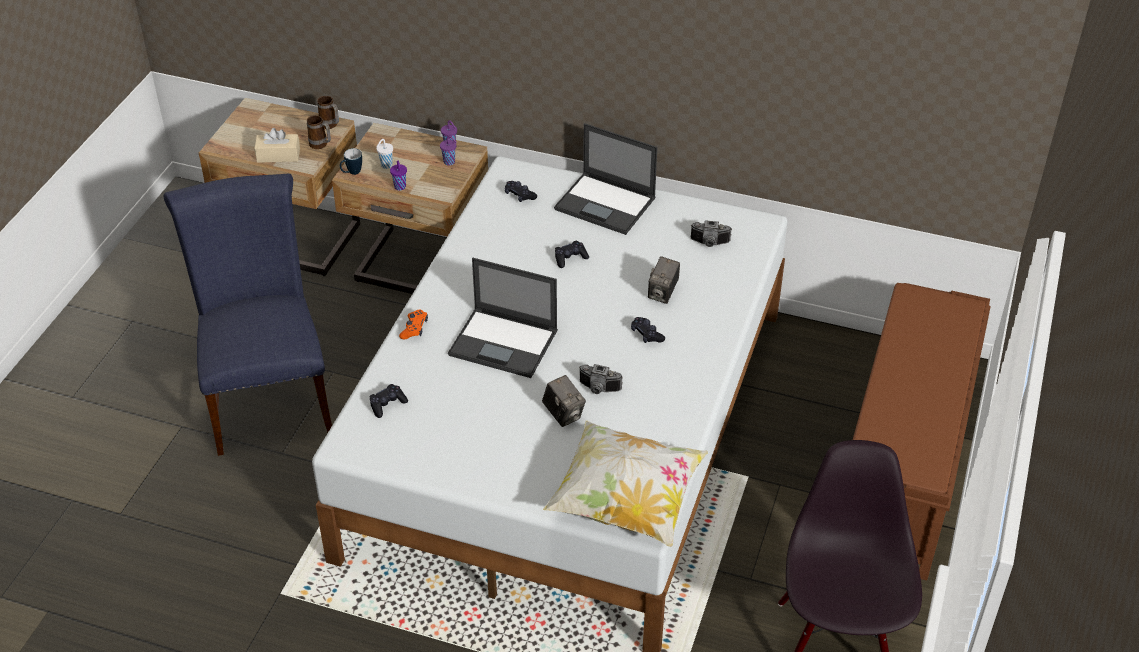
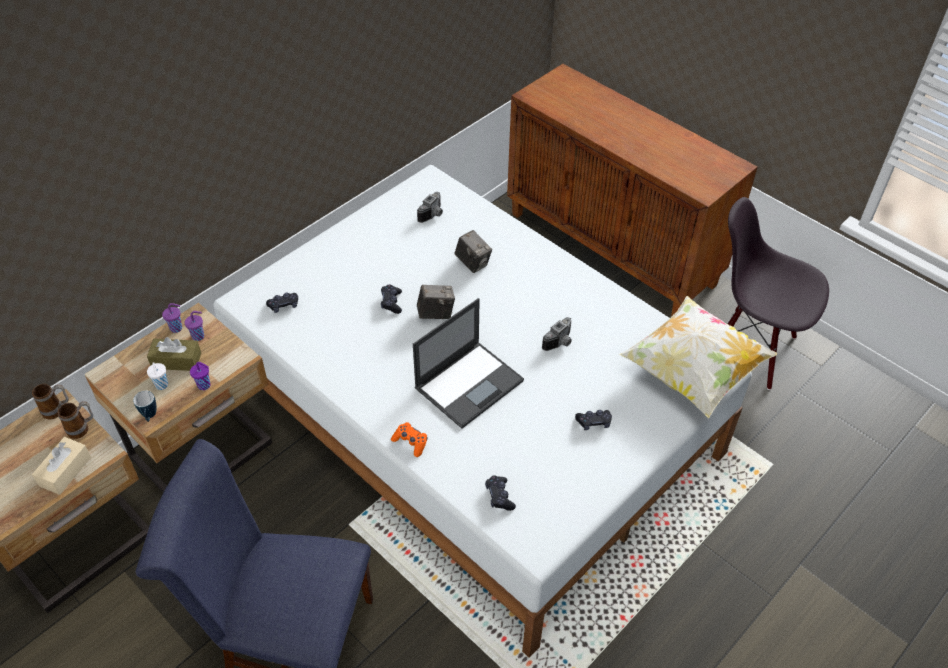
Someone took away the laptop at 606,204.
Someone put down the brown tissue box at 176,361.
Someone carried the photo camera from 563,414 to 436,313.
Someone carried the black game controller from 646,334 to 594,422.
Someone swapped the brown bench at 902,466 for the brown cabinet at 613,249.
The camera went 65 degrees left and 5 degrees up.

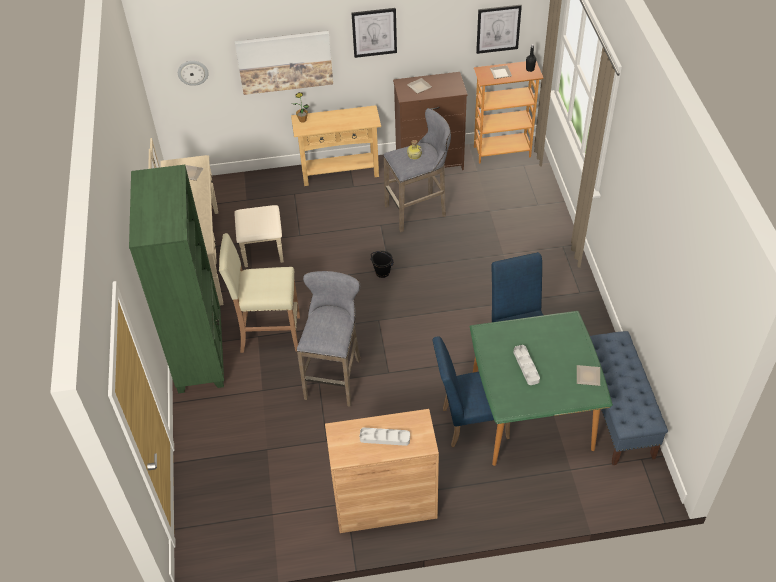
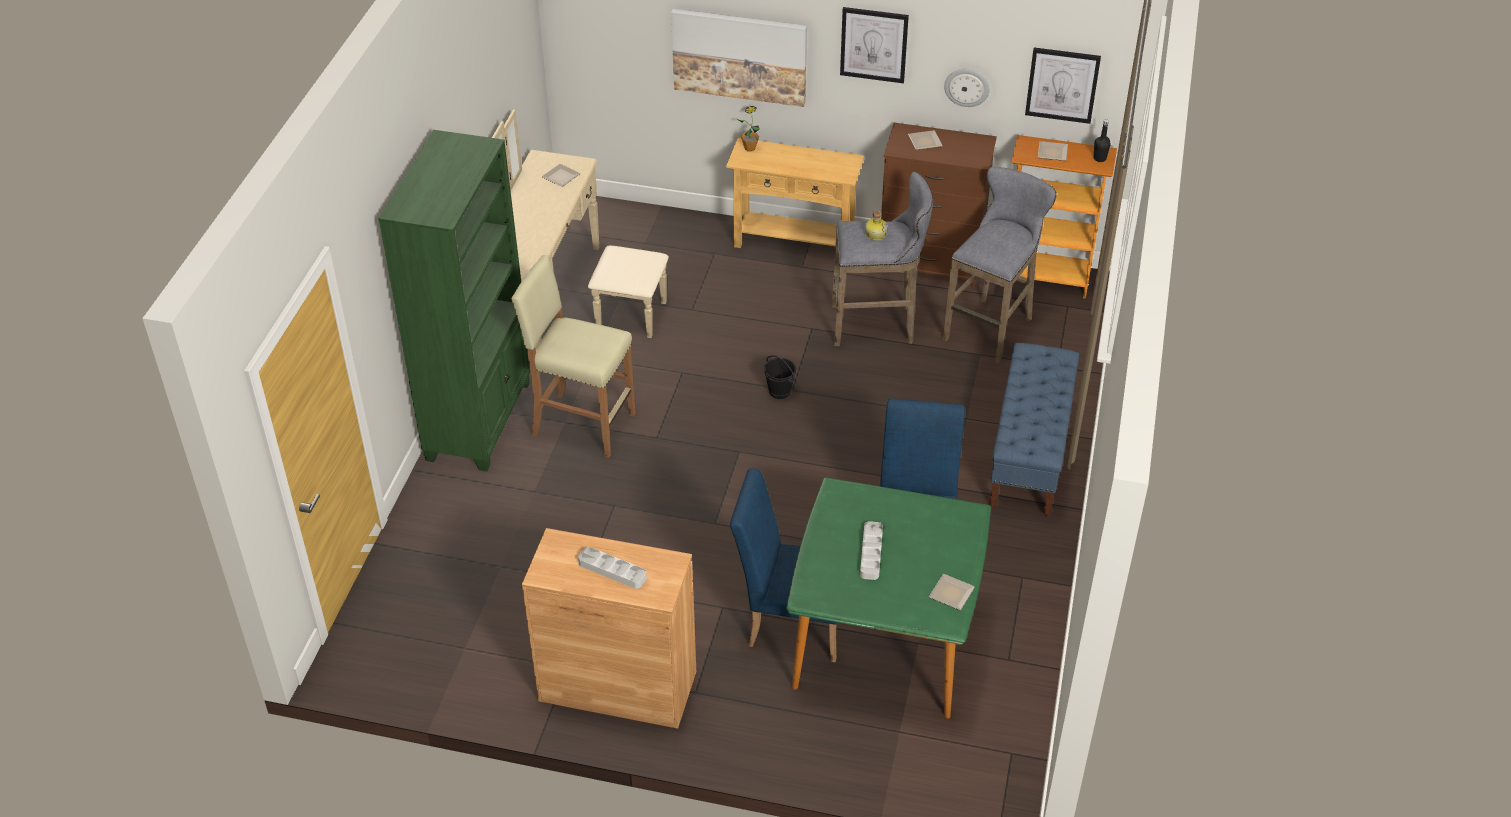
Someone carried the wall clock from 193,72 to 967,87.
Someone carried the grey stool from 334,376 to 991,327.
Someone carried the blue bench from 616,412 to 1029,455.
The camera went 20 degrees right and 5 degrees down.

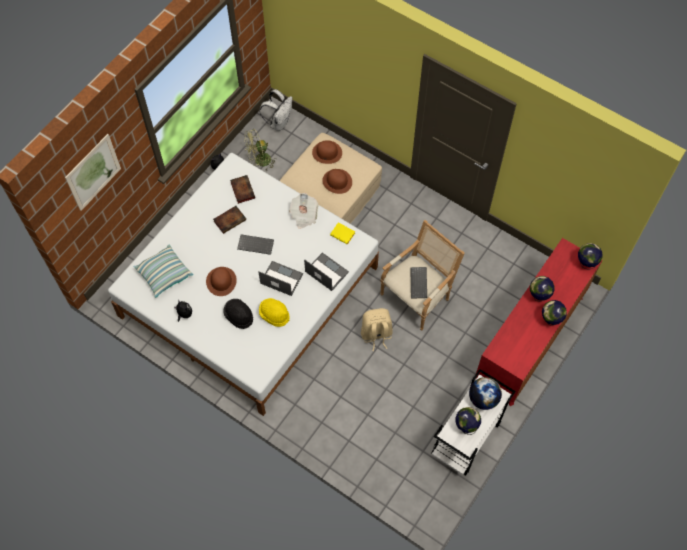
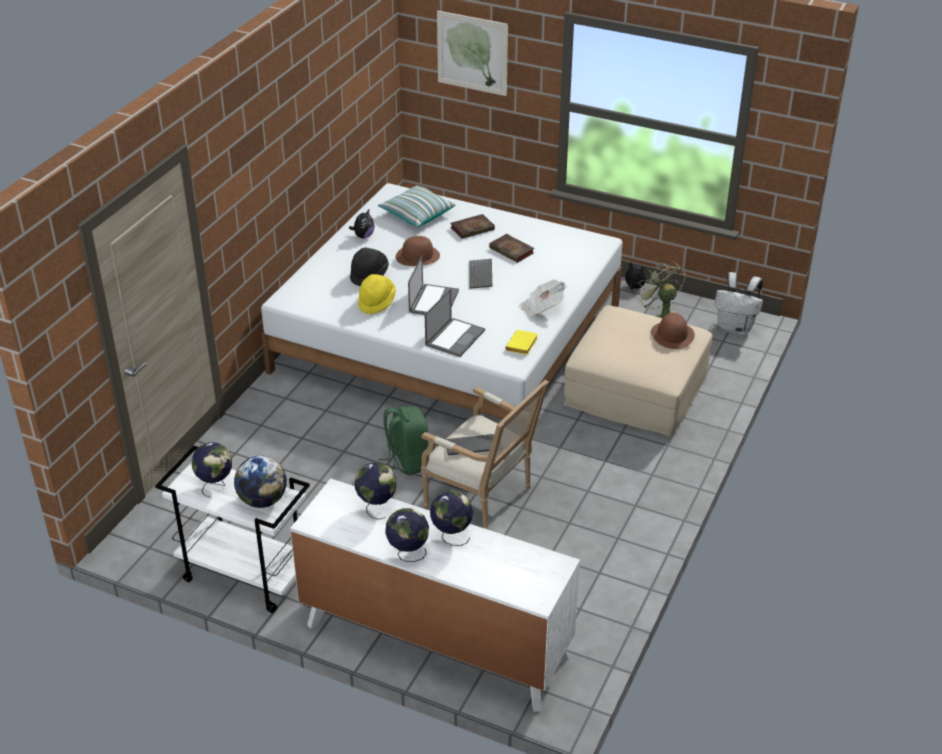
Someone took away the brown hat at 337,181.
Someone carried the book from 242,189 to 473,228.
Someone carried the globe from 586,263 to 377,507.
Someone repainted the beige backpack at 376,335, which became the green backpack at 406,461.
Someone repainted the red dresser at 529,339, which became the white dresser at 434,641.
The camera went 80 degrees right and 25 degrees down.

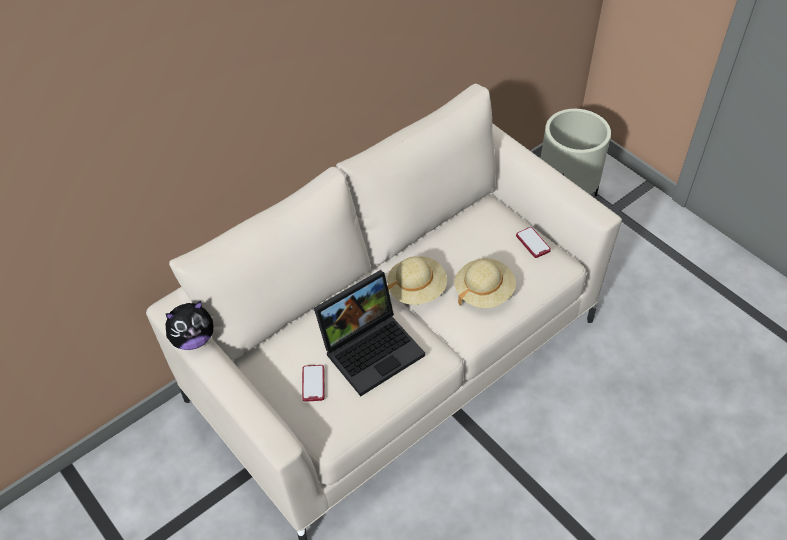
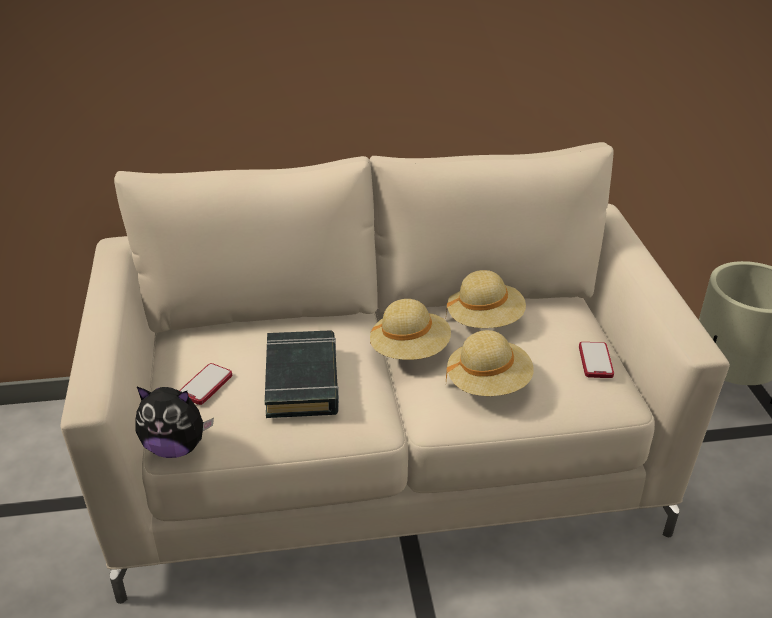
Someone put down the beige hat at 484,320.
Someone carried the plush toy from 193,339 to 175,447.
Someone swapped the laptop at 372,348 for the black book at 302,380.
The camera went 30 degrees right and 15 degrees down.

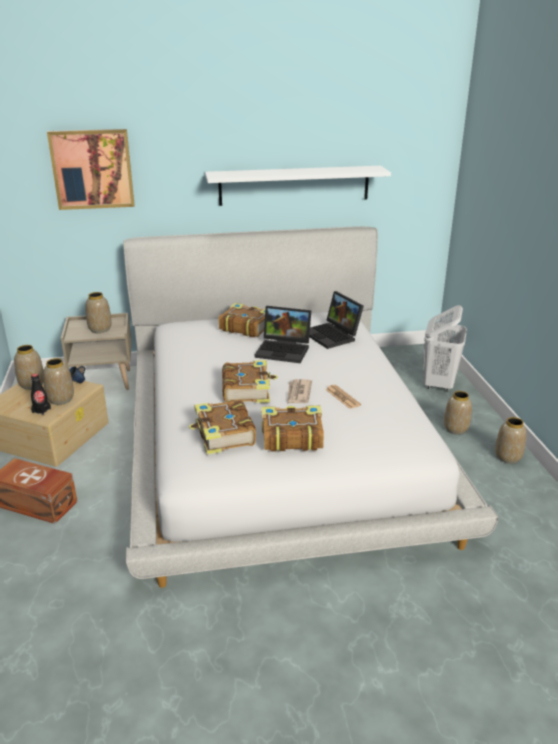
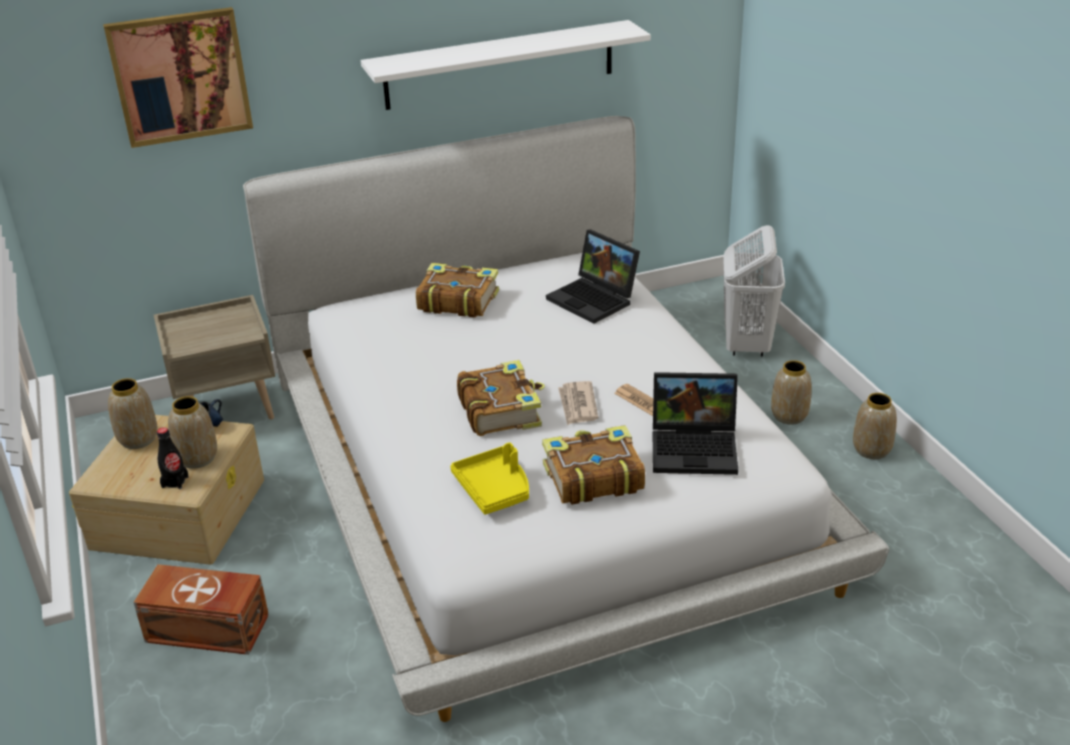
Someone took away the vase at 100,329.
Someone carried the laptop from 284,350 to 696,448.
Someone swapped the book at 223,435 for the yellow tray at 494,489.
The camera went 10 degrees left and 5 degrees up.

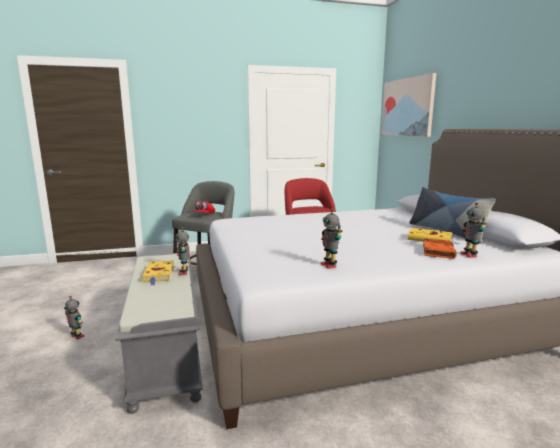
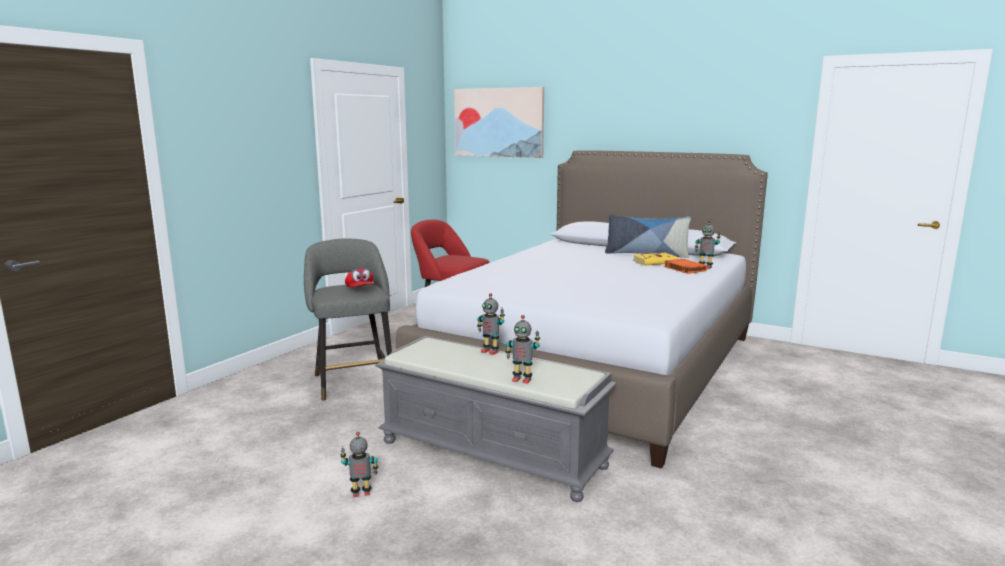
Someone took away the yellow book at 159,275.
Someone carried the toy robot from 329,265 to 522,379.
The camera went 45 degrees left and 0 degrees up.

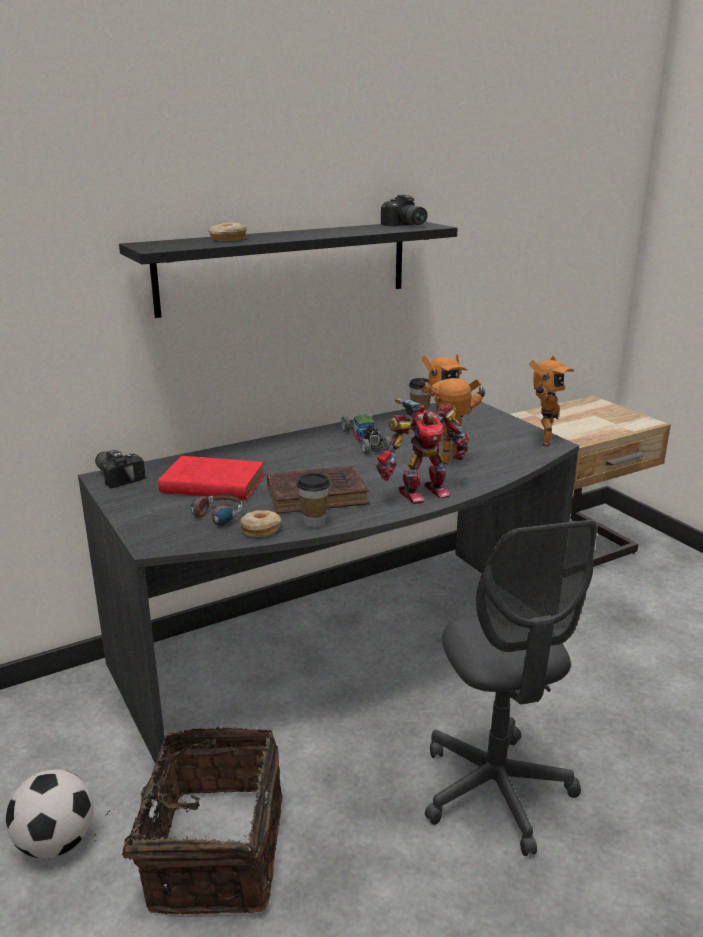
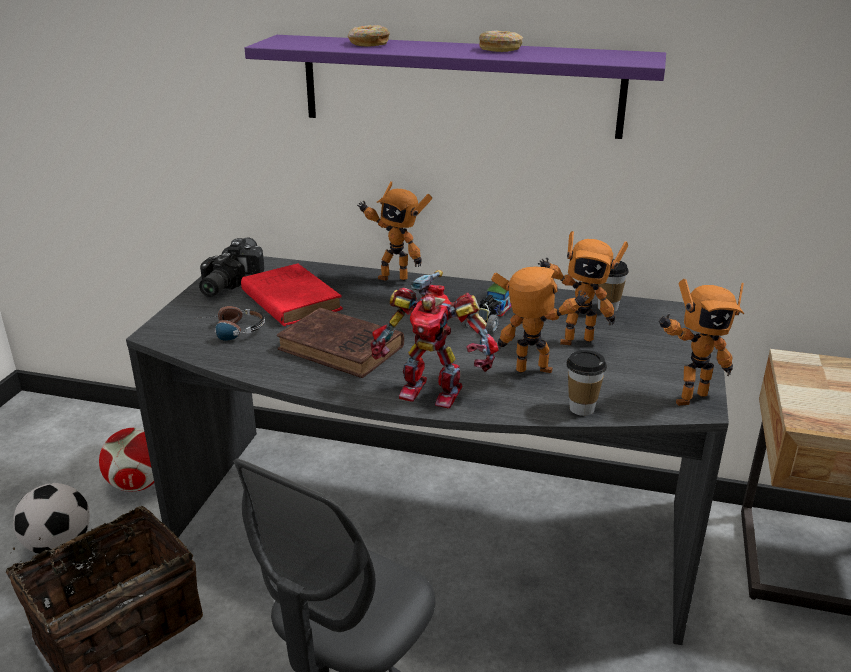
Someone put down the football at 138,484.
Someone put down the toy robot at 393,277.
Someone carried the donut from 260,529 to 500,49.
Someone carried the cup from 314,522 to 581,408.
Someone carried the photo camera from 404,225 to 216,289.
Someone repainted the black shelf at 285,267, which became the purple shelf at 460,86.
The camera went 45 degrees right and 5 degrees up.

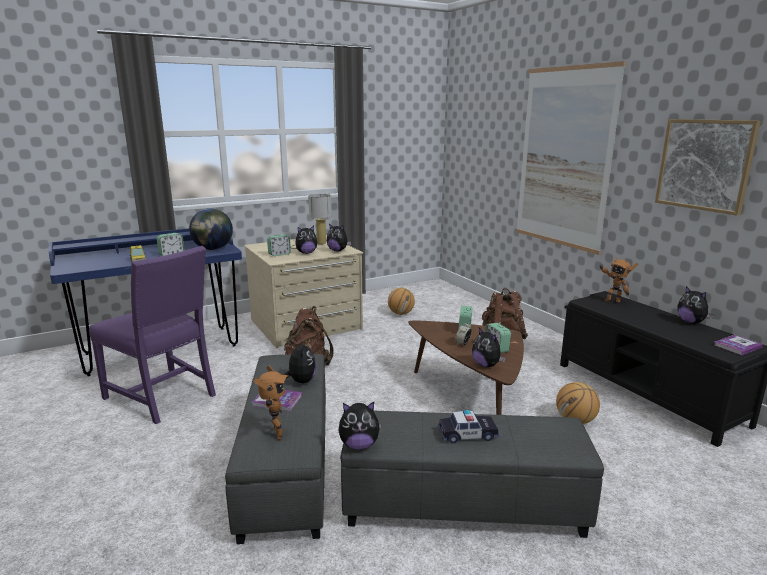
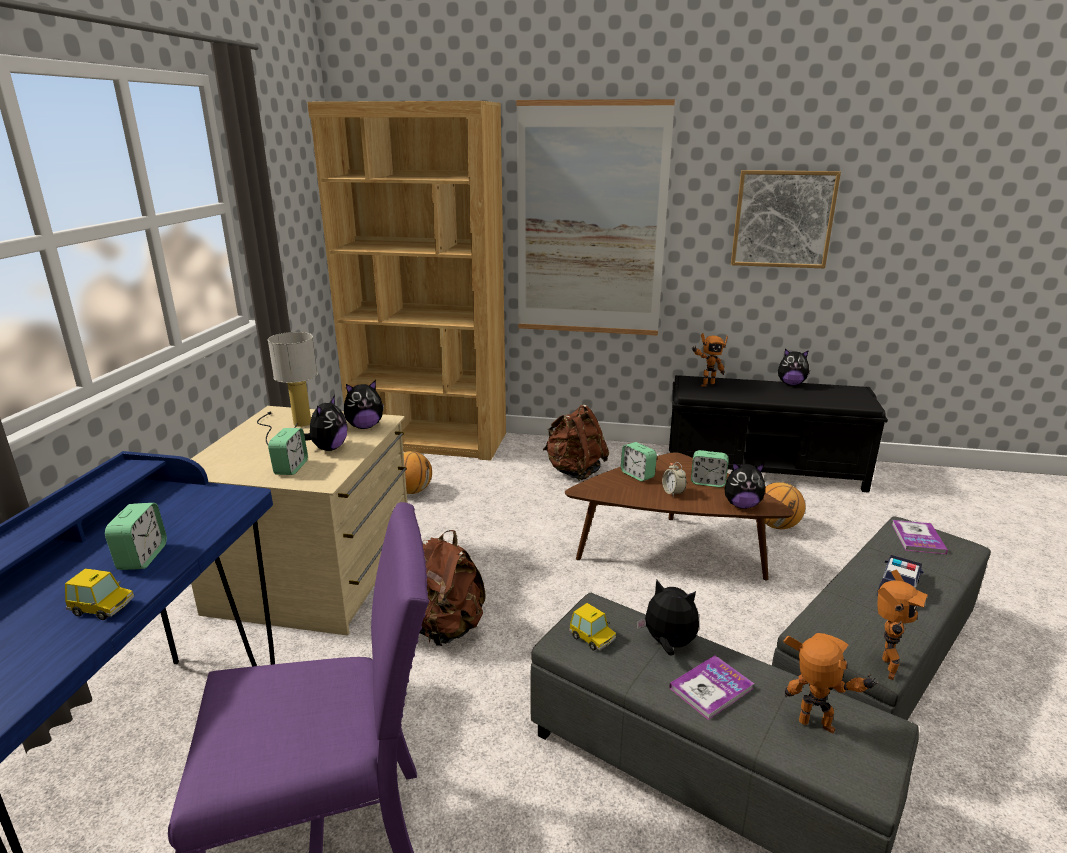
Someone took away the globe at 213,249.
Someone put down the brown bookcase at 429,440.
Someone put down the toy car at 592,638.
Someone carried the book from 737,346 to 918,538.
Someone swapped the plush toy at 359,445 for the toy robot at 883,668.
The camera went 50 degrees left and 5 degrees up.

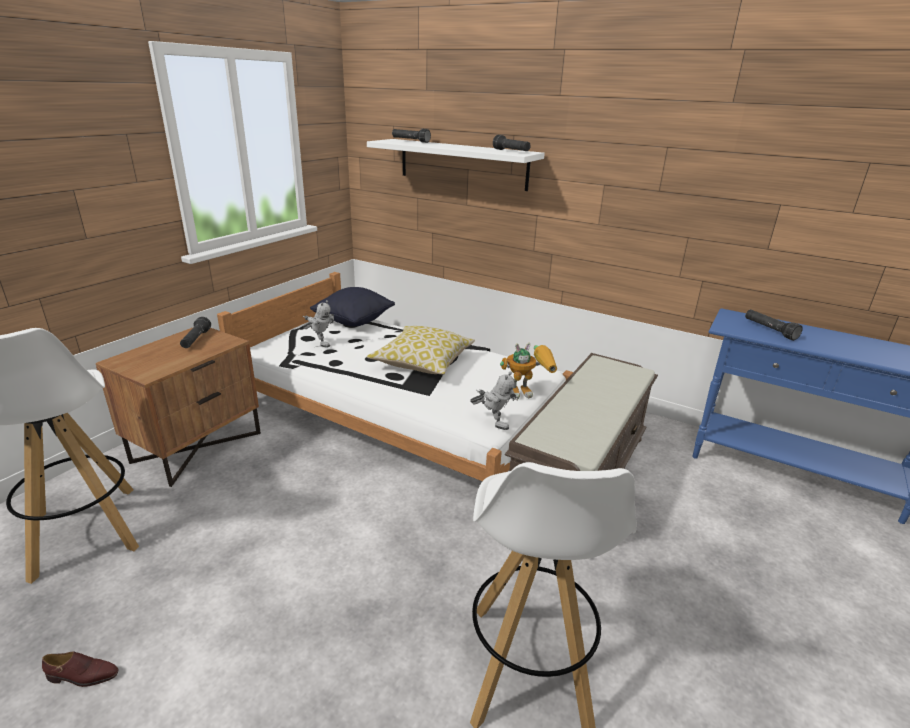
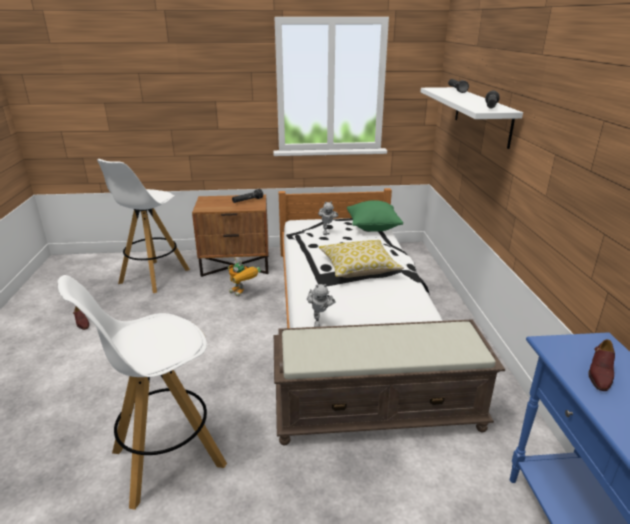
Someone carried the toy robot from 527,392 to 243,293.
Someone swapped the black flashlight at 769,330 for the brown shoe at 599,373.
Someone repainted the black pillow at 354,321, which became the green pillow at 373,228.
The camera went 55 degrees right and 0 degrees up.

